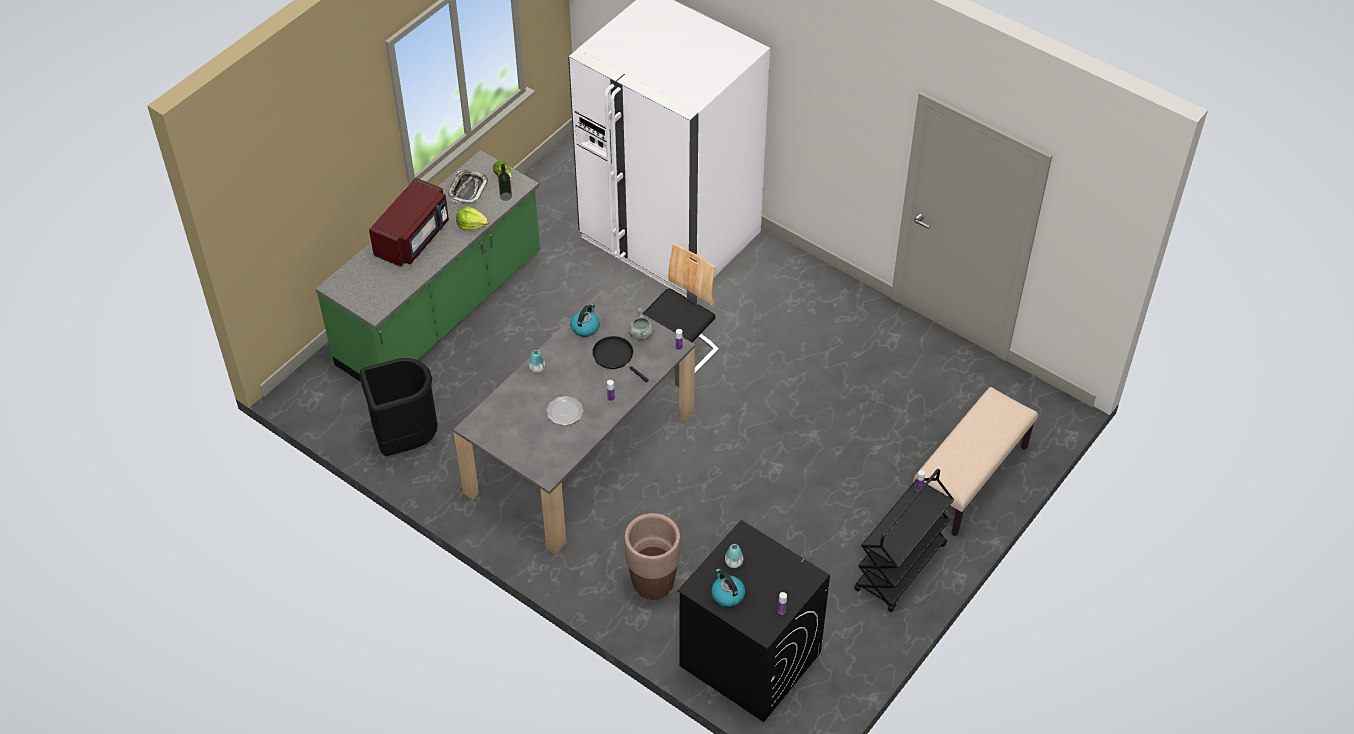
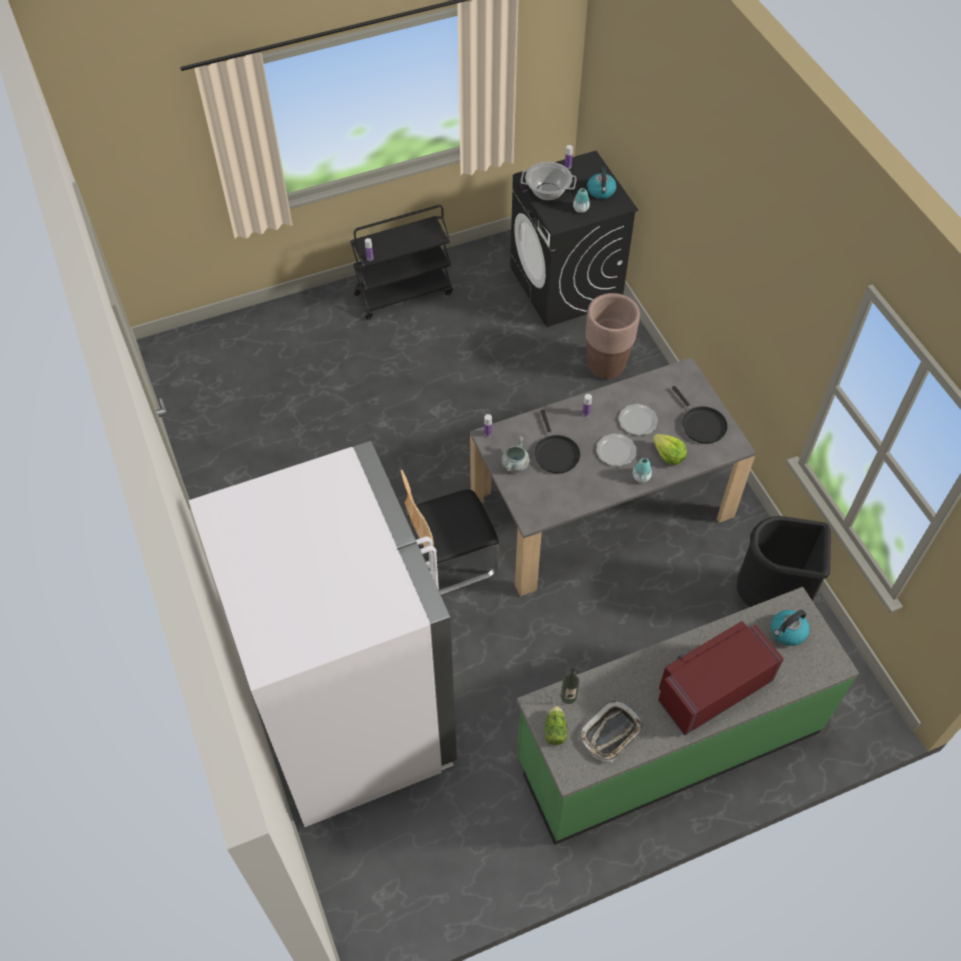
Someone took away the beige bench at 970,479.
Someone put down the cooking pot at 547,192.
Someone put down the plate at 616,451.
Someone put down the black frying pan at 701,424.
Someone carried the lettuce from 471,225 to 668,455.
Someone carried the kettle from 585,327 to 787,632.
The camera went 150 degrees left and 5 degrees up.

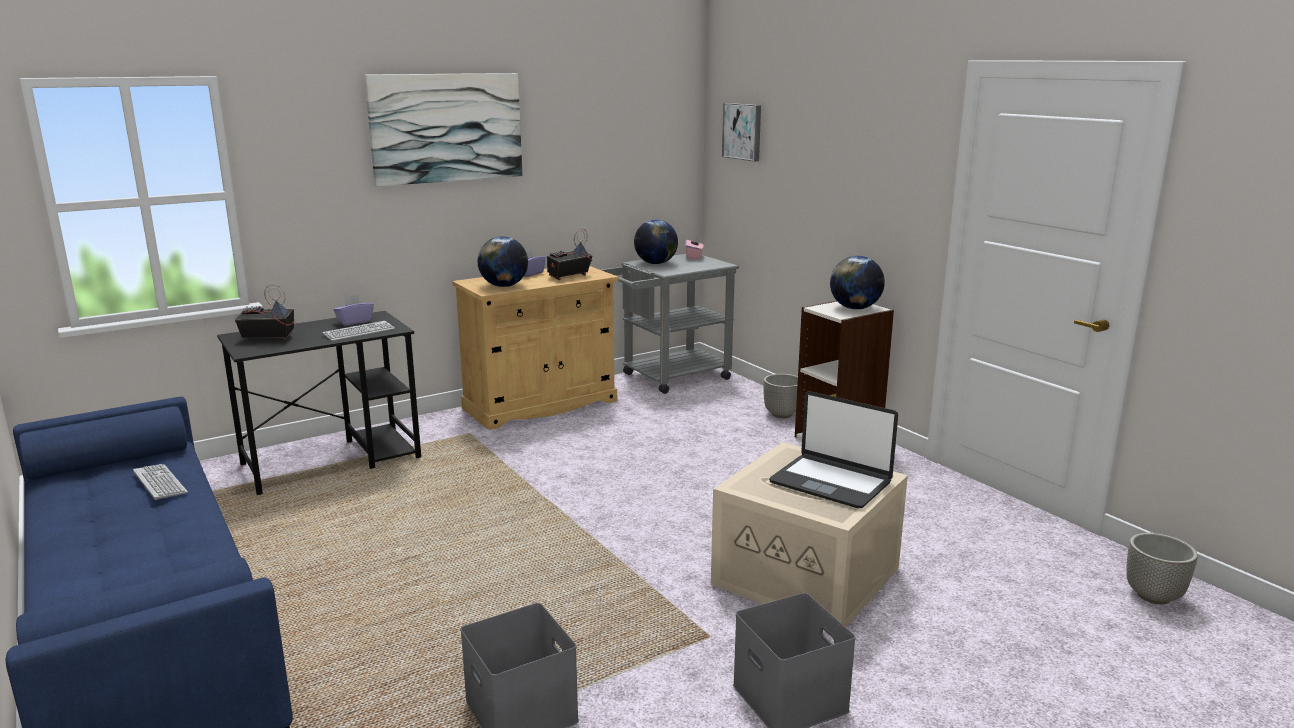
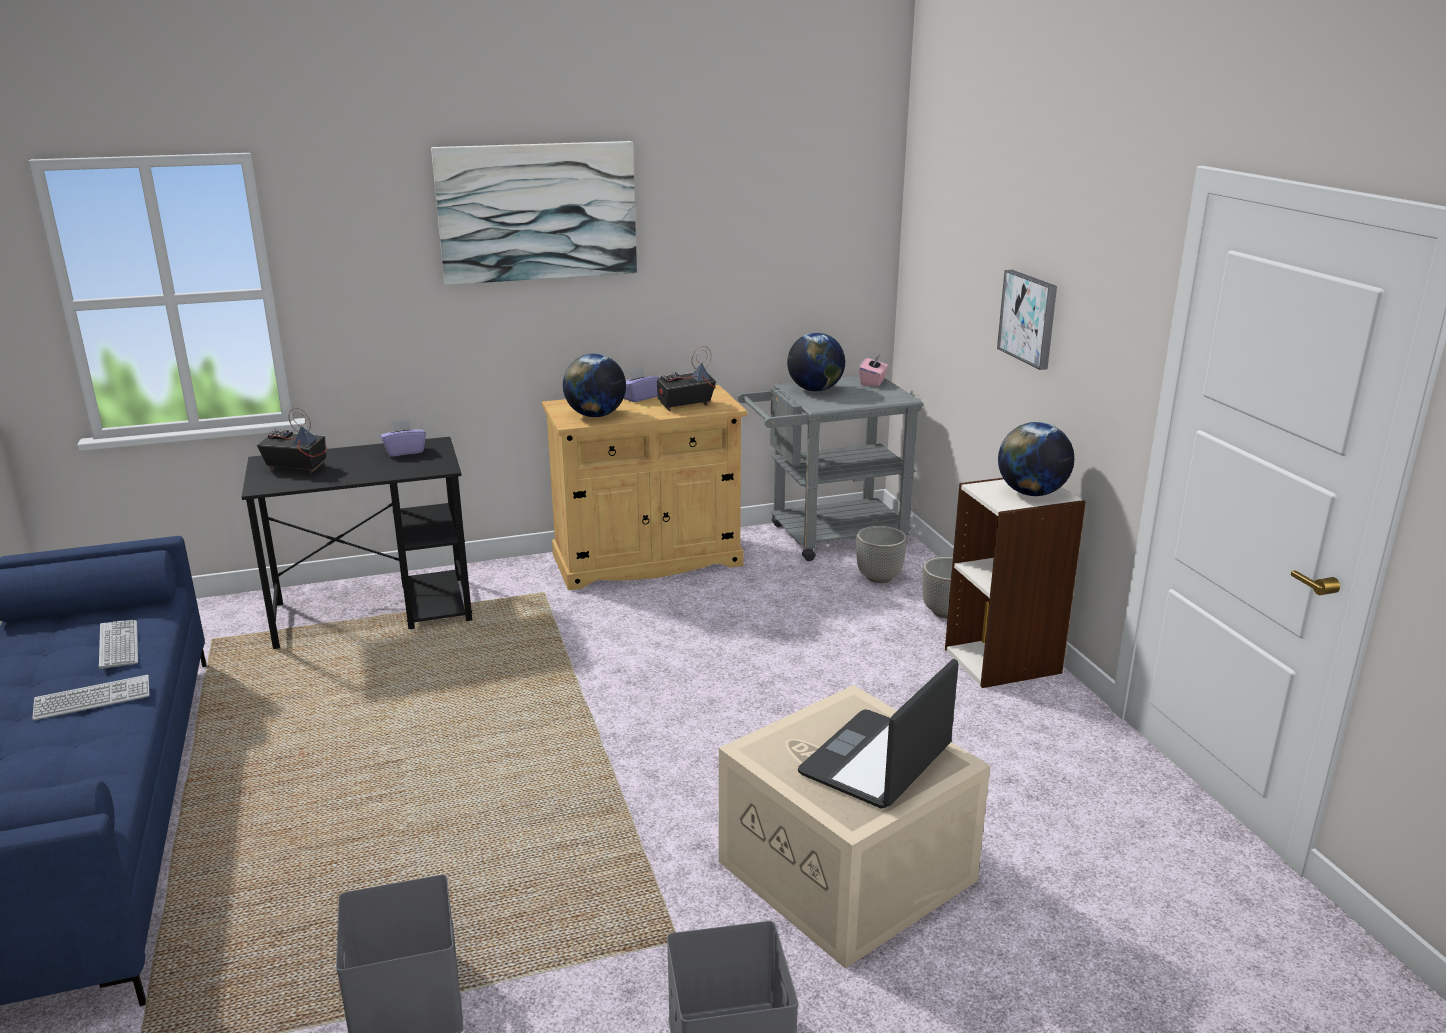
Someone carried the keyboard from 359,332 to 92,699.
Someone carried the picture from 743,131 to 1029,318.
Someone carried the planter from 1154,596 to 879,578.
Someone rotated the laptop at 831,482 by 75 degrees clockwise.
The camera went 15 degrees right and 5 degrees up.

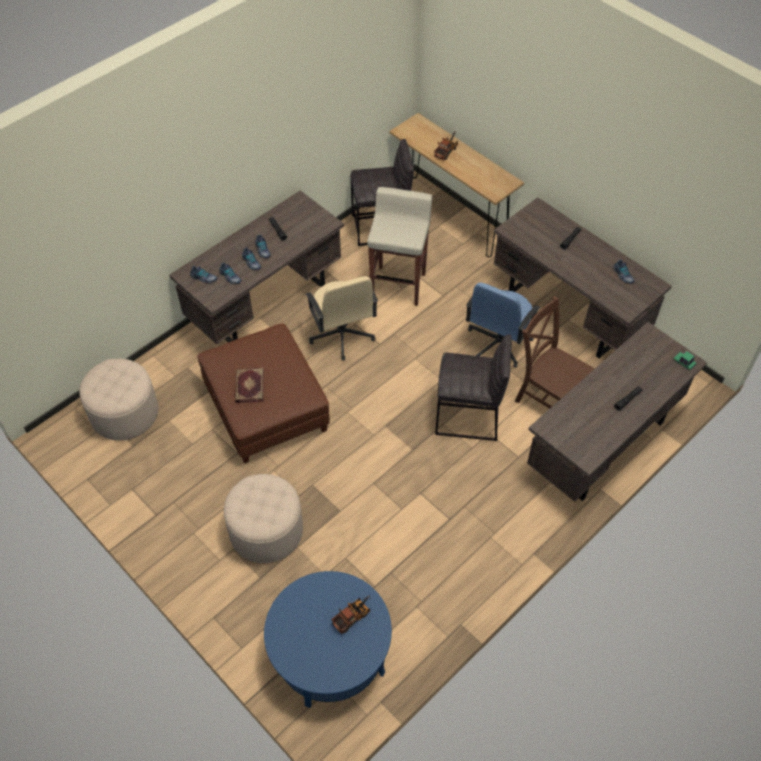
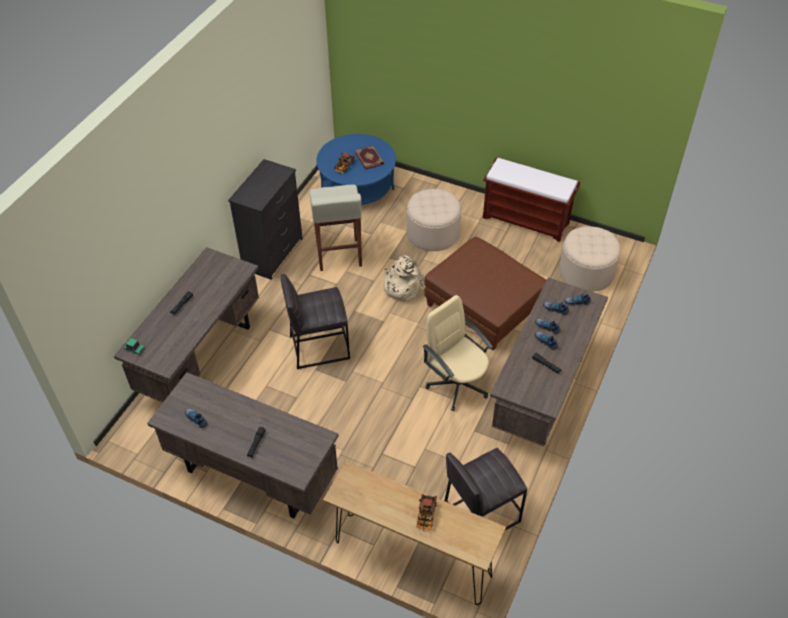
Someone took away the blue office chair at 498,343.
Someone took away the brown chair at 547,397.
Someone put down the black dresser at 273,253.
Someone put down the beige backpack at 402,286.
Someone put down the brown bench at 526,220.
Someone carried the book from 249,386 to 369,158.
Someone carried the beige stool from 398,285 to 339,255.
The camera went 160 degrees right and 5 degrees down.

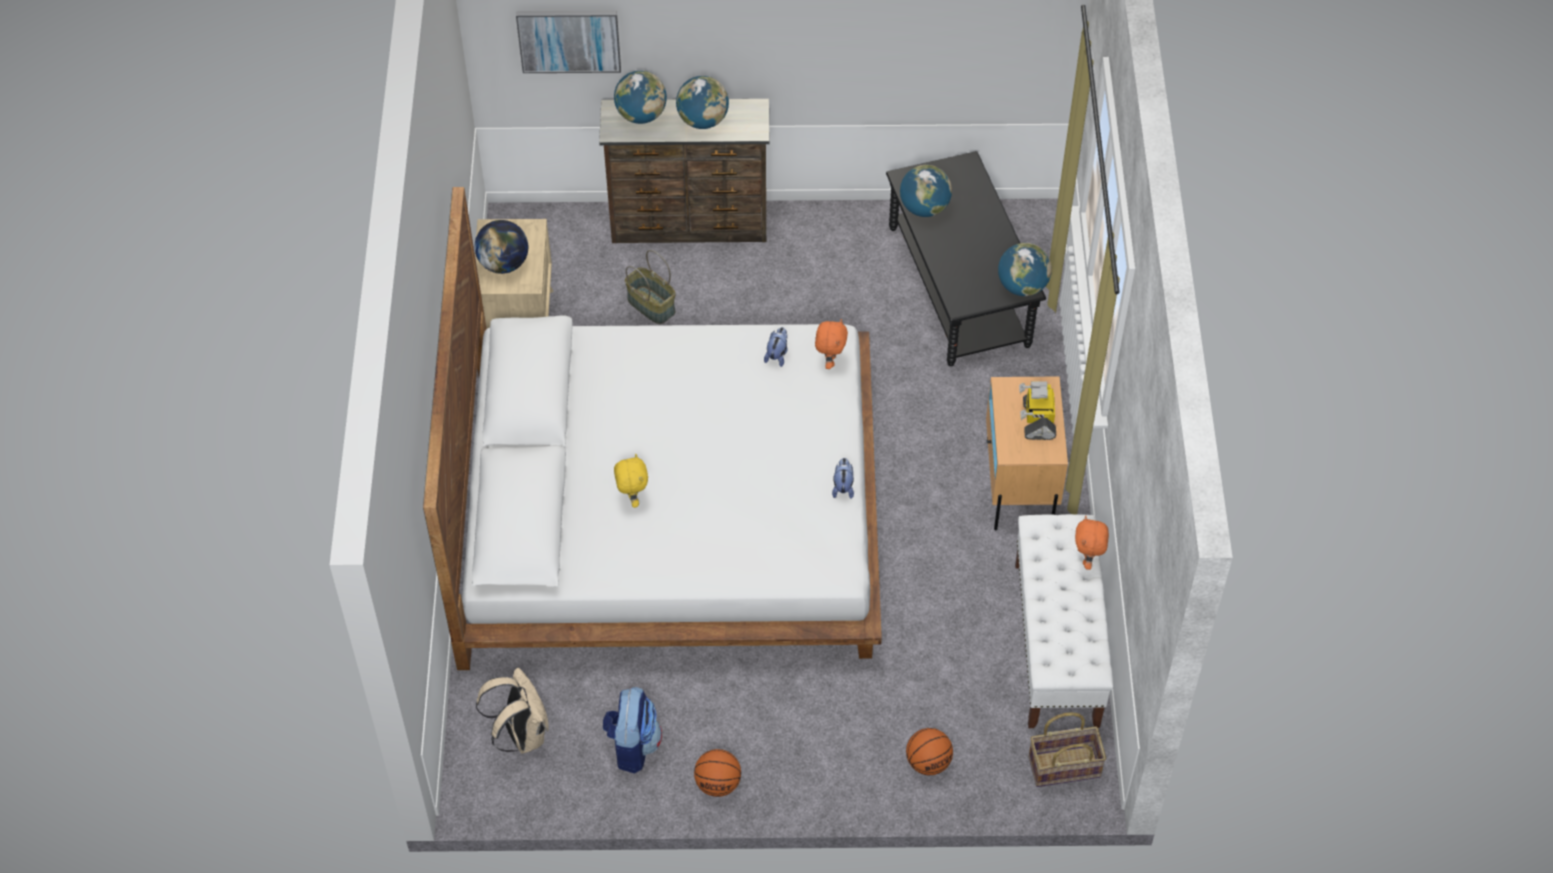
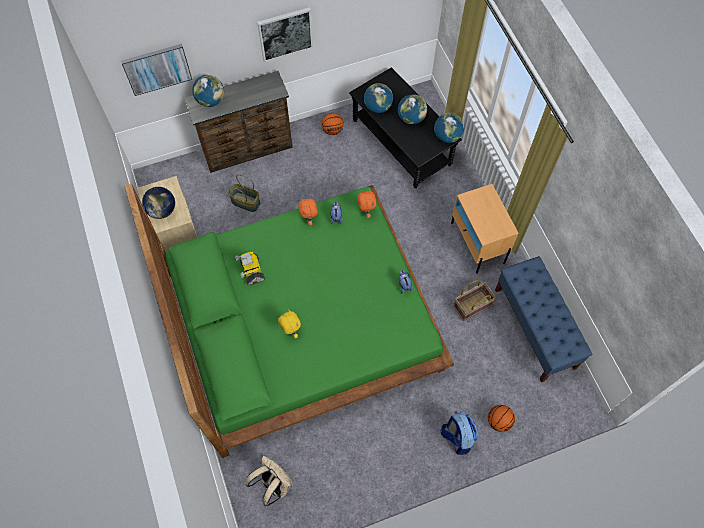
Someone put up the picture at 285,34.
Someone carried the backpack from 632,745 to 457,437.
Someone carried the globe from 703,120 to 411,118.
Someone carried the basketball from 718,783 to 332,130.
Someone carried the toy robot from 1037,420 to 252,271.
Someone carried the basket from 1064,765 to 472,305.
Someone carried the orange plush toy from 1088,560 to 309,219.
Someone repainted the white bed at 671,508, which became the green bed at 303,318.
Someone repainted the white bench at 1056,644, which became the blue bench at 535,328.
The camera went 20 degrees left and 10 degrees up.

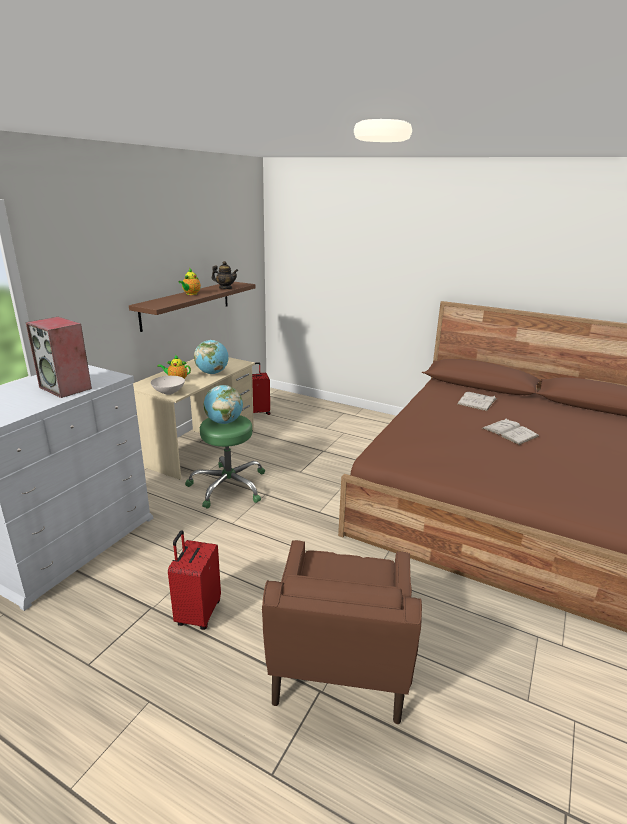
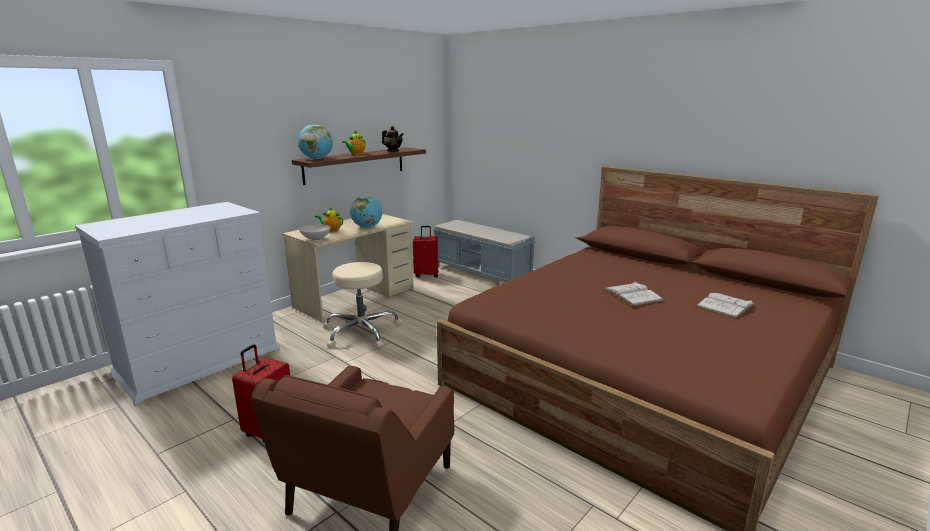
Someone took away the speaker at 66,388.
Someone put down the grey bench at 482,273.
Someone carried the globe from 224,422 to 316,159.
Someone carried the white book from 477,401 to 725,305.
Someone repainted the green stool at 228,486, which became the beige stool at 361,332.
The camera went 15 degrees right and 5 degrees down.

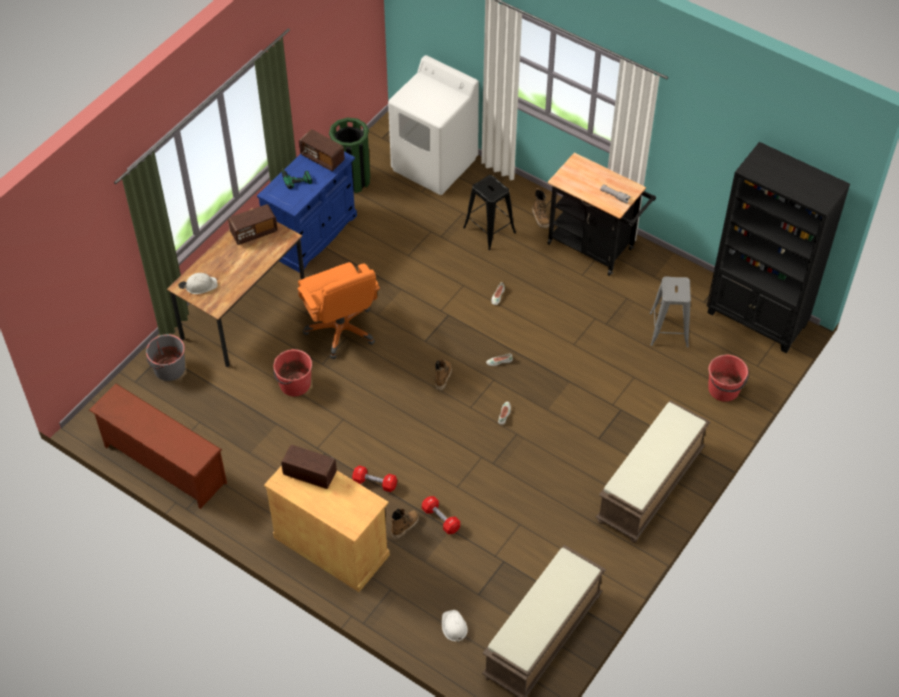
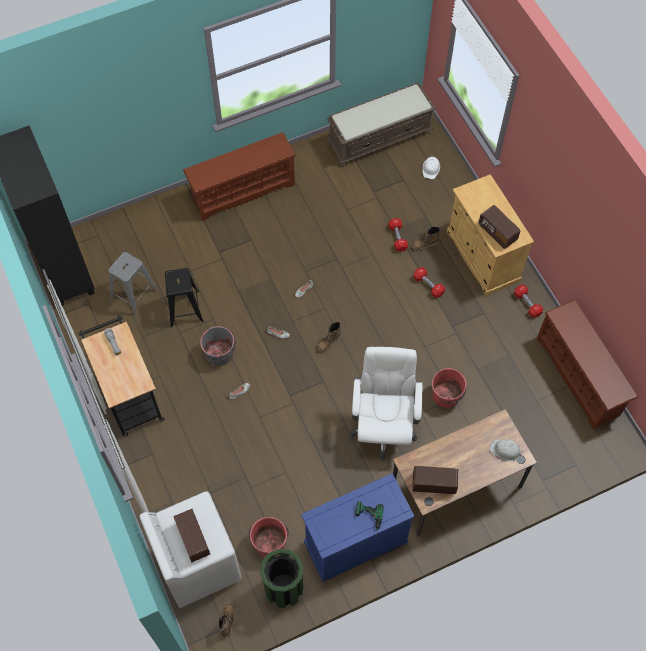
Someone put down the red dumbbell at 527,304.
Someone carried the grey bucket from 169,369 to 220,354.
Someone carried the radio from 322,158 to 193,539.
Someone carried the black stool from 489,230 to 184,308.
Someone carried the boot from 540,218 to 228,621.
Someone carried the red bucket from 724,389 to 269,542.
Someone swapped the brown bench at 650,487 for the brown shoe rack at 243,191.
Someone repainted the orange office chair at 341,330, which became the white office chair at 383,426.
The camera went 150 degrees left and 10 degrees up.

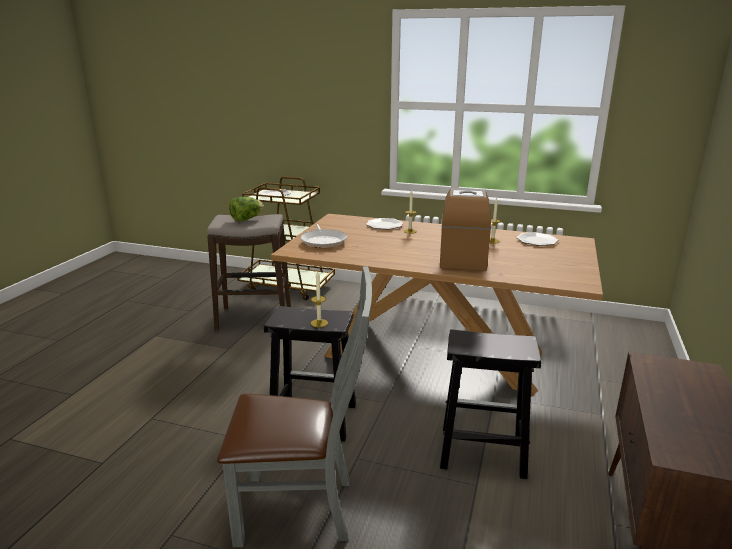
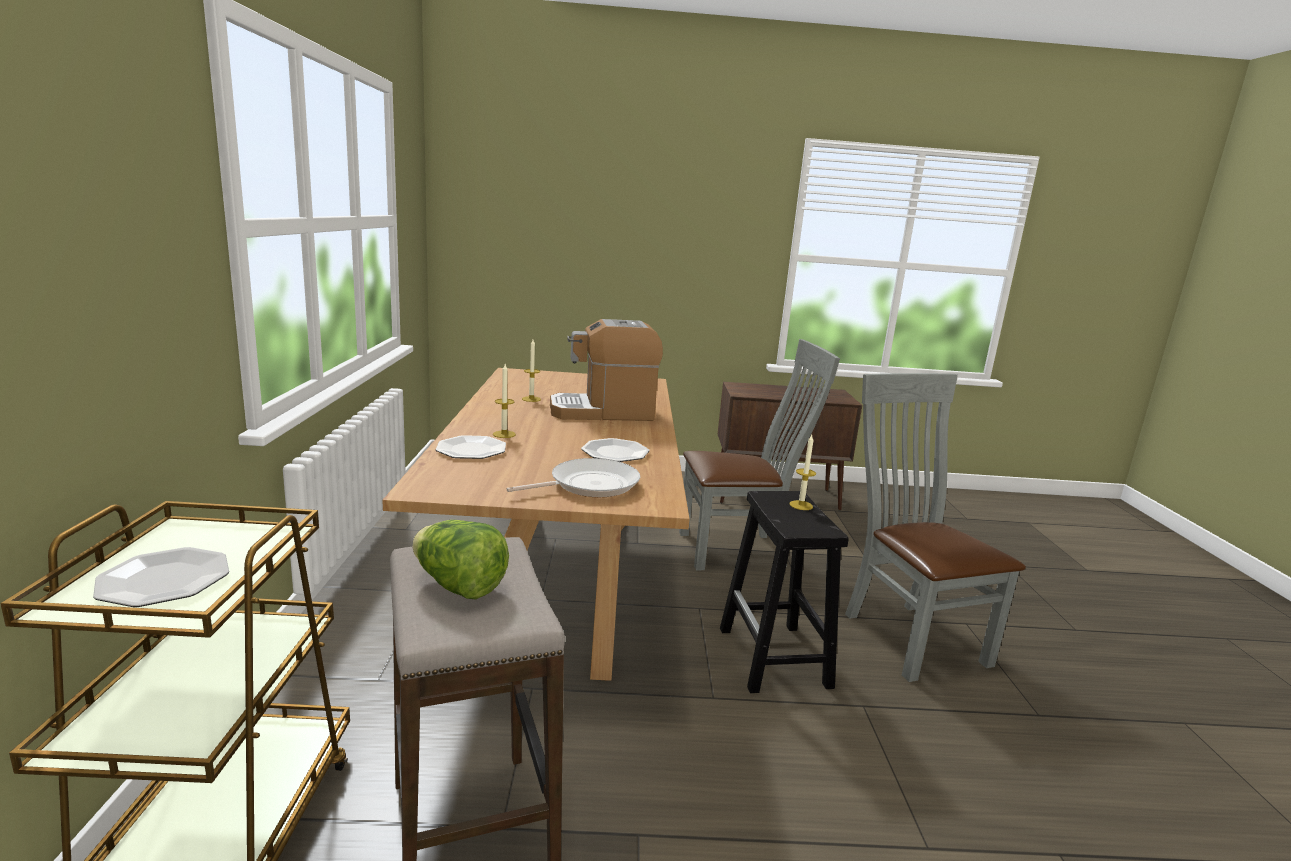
Someone carried the plate from 537,240 to 615,452.
Someone swapped the black stool at 480,451 for the grey chair at 738,550.
The camera went 110 degrees left and 5 degrees down.

